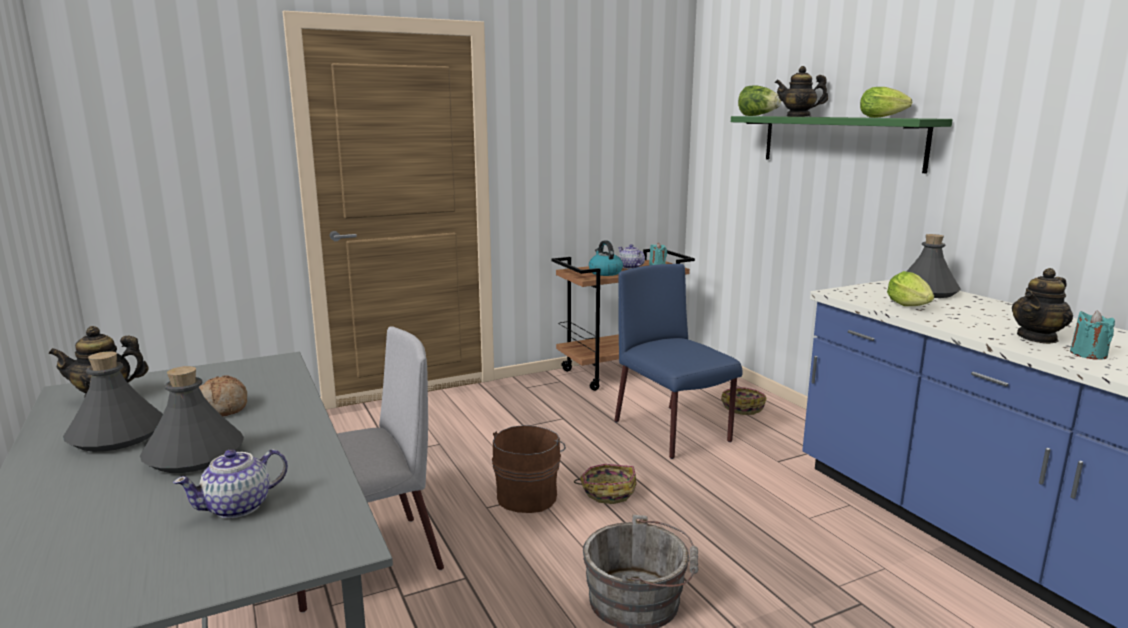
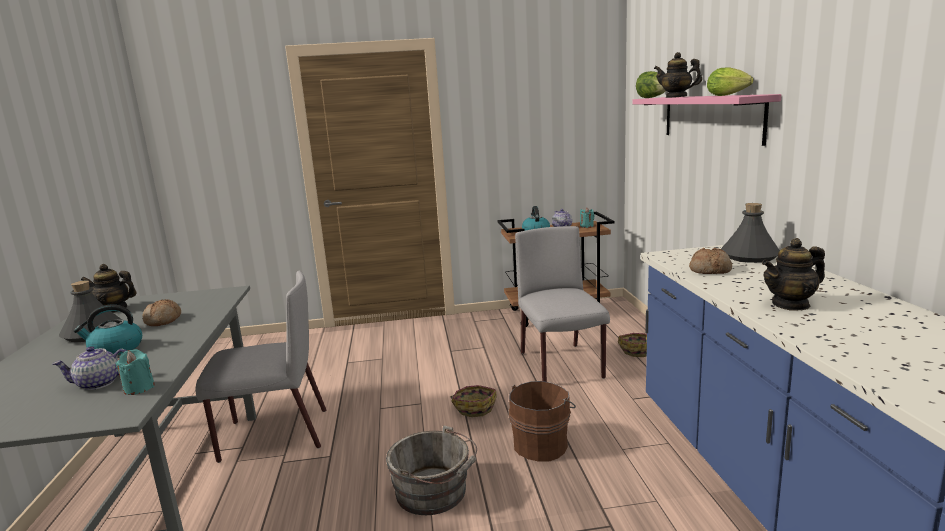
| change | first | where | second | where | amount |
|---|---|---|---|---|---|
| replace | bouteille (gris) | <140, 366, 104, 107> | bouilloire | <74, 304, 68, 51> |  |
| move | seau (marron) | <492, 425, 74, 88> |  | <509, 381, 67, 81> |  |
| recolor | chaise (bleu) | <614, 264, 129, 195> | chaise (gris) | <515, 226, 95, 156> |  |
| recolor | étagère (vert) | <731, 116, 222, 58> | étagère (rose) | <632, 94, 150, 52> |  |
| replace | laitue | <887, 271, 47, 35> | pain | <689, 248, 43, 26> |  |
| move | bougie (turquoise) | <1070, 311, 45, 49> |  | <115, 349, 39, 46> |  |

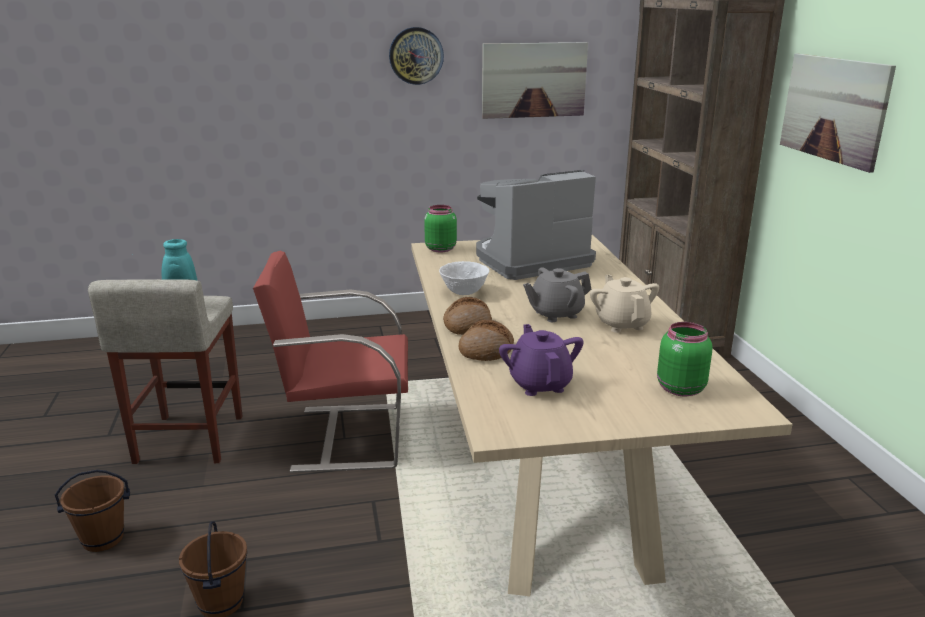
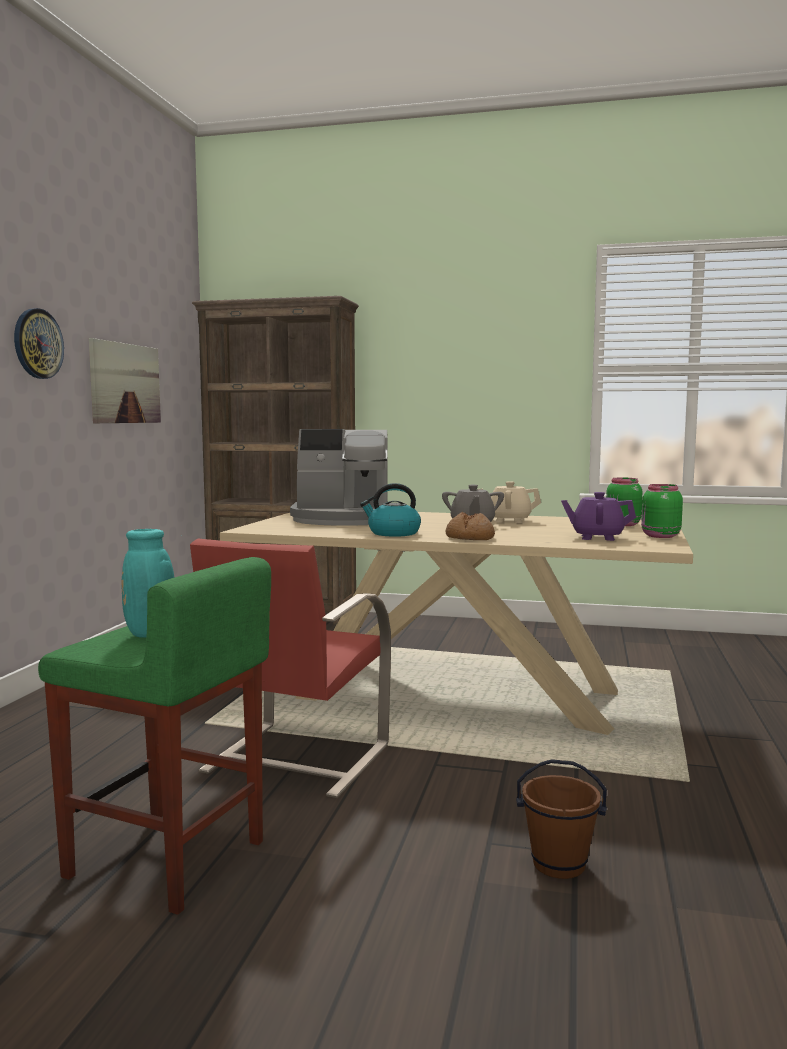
| change | first | where | second | where | amount |
|---|---|---|---|---|---|
| delete | seau (marron) | <55, 469, 75, 83> |  |  |  |
| recolor | tabouret (beige) | <88, 279, 155, 185> | tabouret (vert) | <38, 557, 233, 358> |  |
| move | bocal (vert) | <424, 205, 33, 47> |  | <641, 484, 42, 54> |  |
| replace | bol (blanc) | <439, 261, 50, 34> | bouilloire | <360, 483, 61, 54> |  |
| delete | pain | <458, 320, 56, 41> |  |  |  |
| rotate | machine à café | <476, 170, 120, 110> |  | <290, 429, 98, 97> | 90 degrees counterclockwise |
| delete | tableau | <780, 54, 116, 119> |  |  |  |

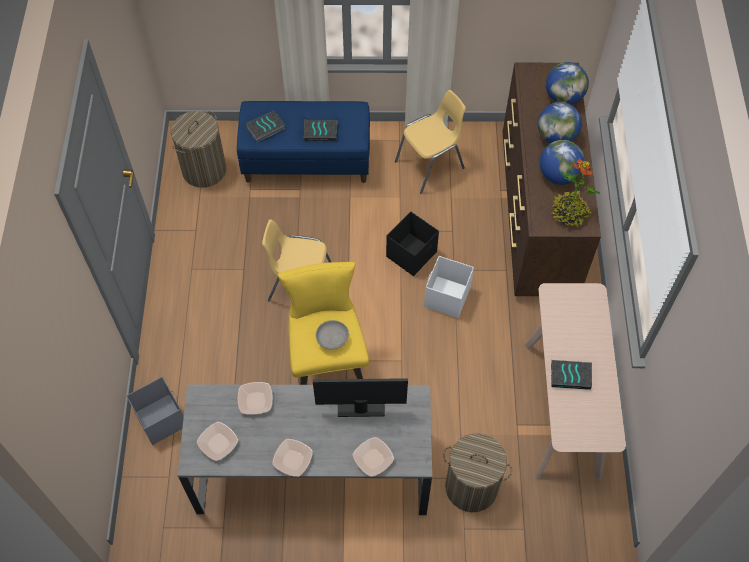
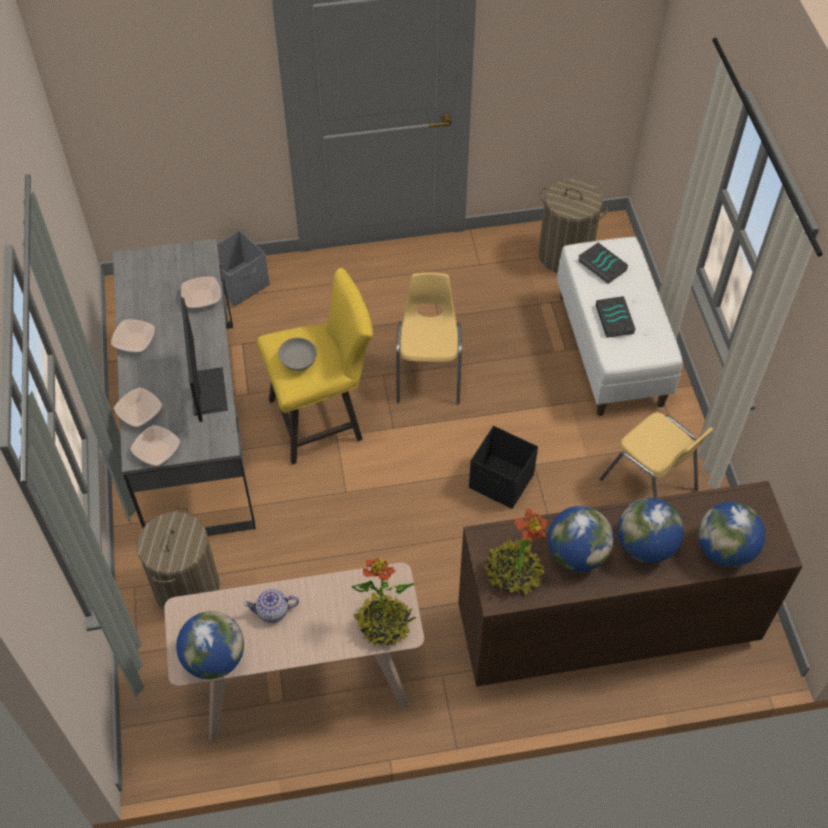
| change | first | where | second | where | amount |
|---|---|---|---|---|---|
| move | bol | <197, 422, 41, 39> |  | <130, 425, 50, 41> |  |
| recolor | banc (bleu) | <237, 101, 133, 82> | banc (blanc) | <557, 237, 126, 179> |  |
| delete | boîte de rangement (blanc) | <424, 256, 50, 62> |  |  |  |
| replace | livre | <551, 360, 41, 30> | théière | <244, 589, 55, 34> |  |
| insert |  |  | globe | <176, 611, 68, 68> |  |
| insert |  |  | plante en pot | <352, 558, 65, 88> |  |

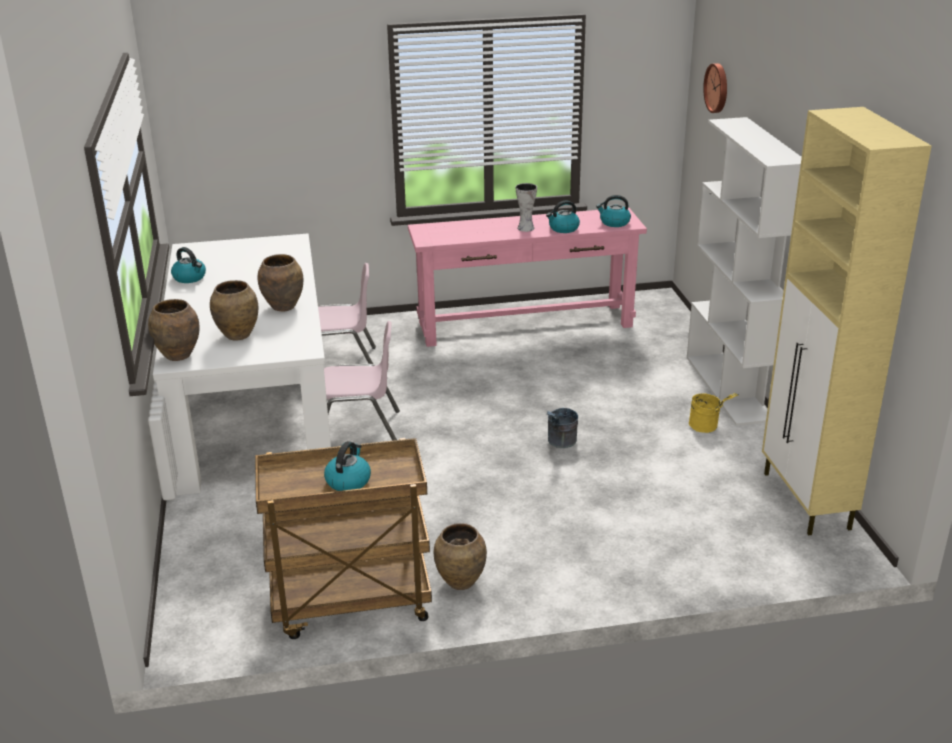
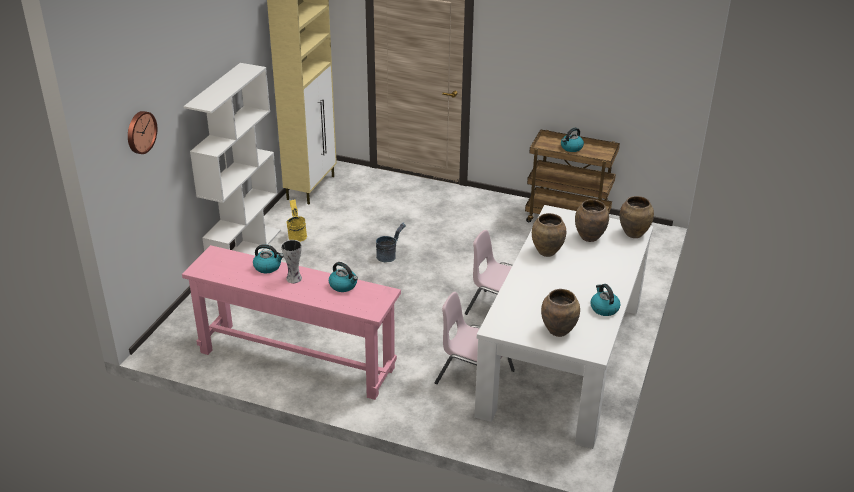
| change | first | where | second | where | amount |
|---|---|---|---|---|---|
| move | vase (marron) | <434, 523, 53, 67> |  | <541, 289, 39, 48> |  |
| move | bouilloire | <596, 195, 35, 32> |  | <329, 262, 29, 30> |  |

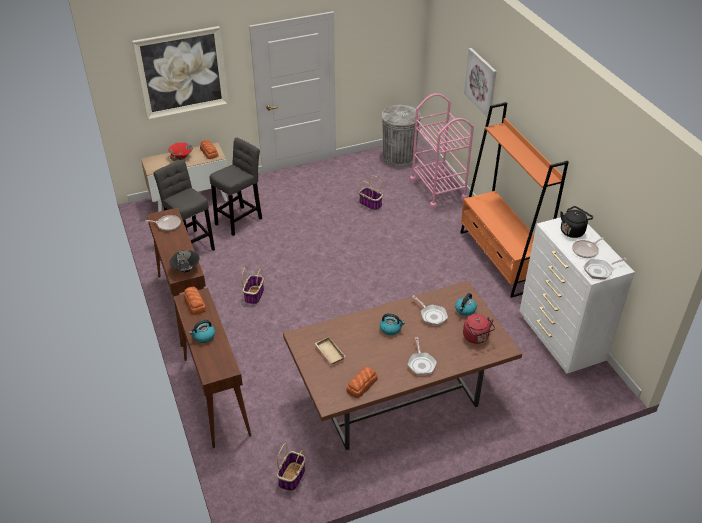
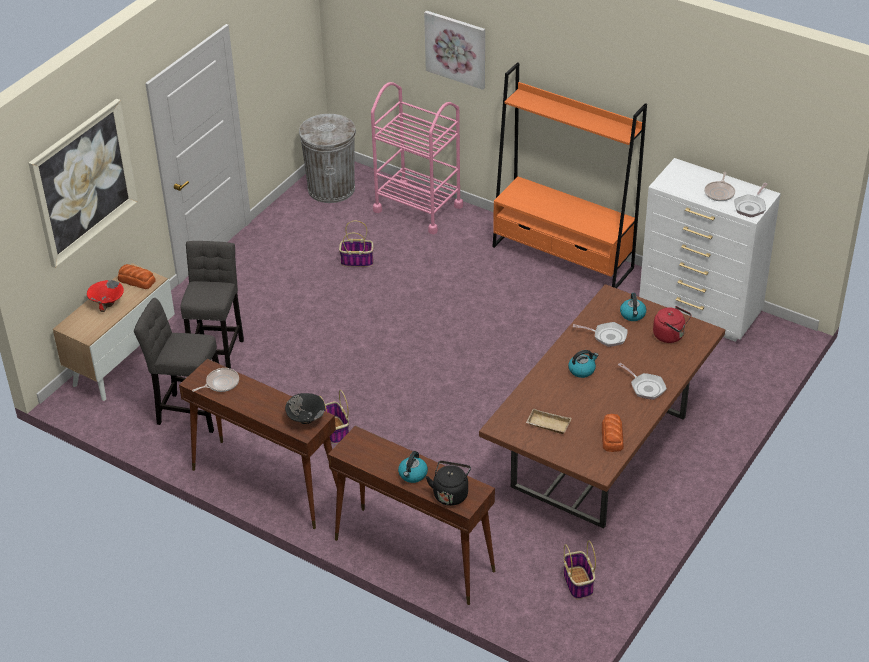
| change | first | where | second | where | amount |
|---|---|---|---|---|---|
| delete | pain | <184, 287, 22, 28> |  |  |  |
| move | bouilloire (noir) | <560, 206, 34, 32> |  | <426, 461, 45, 45> |  |

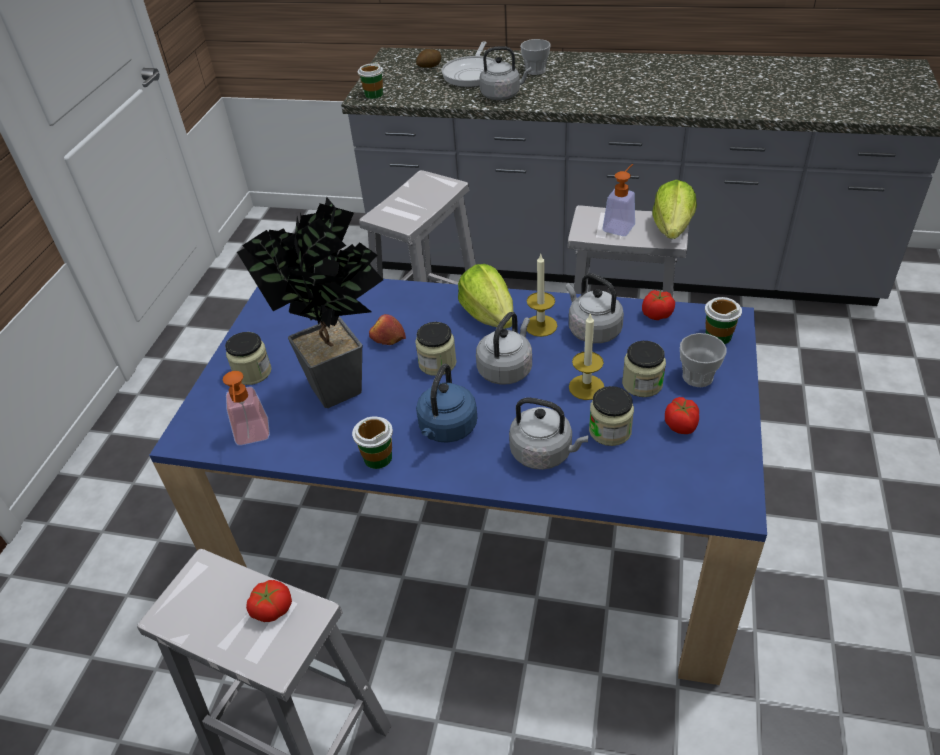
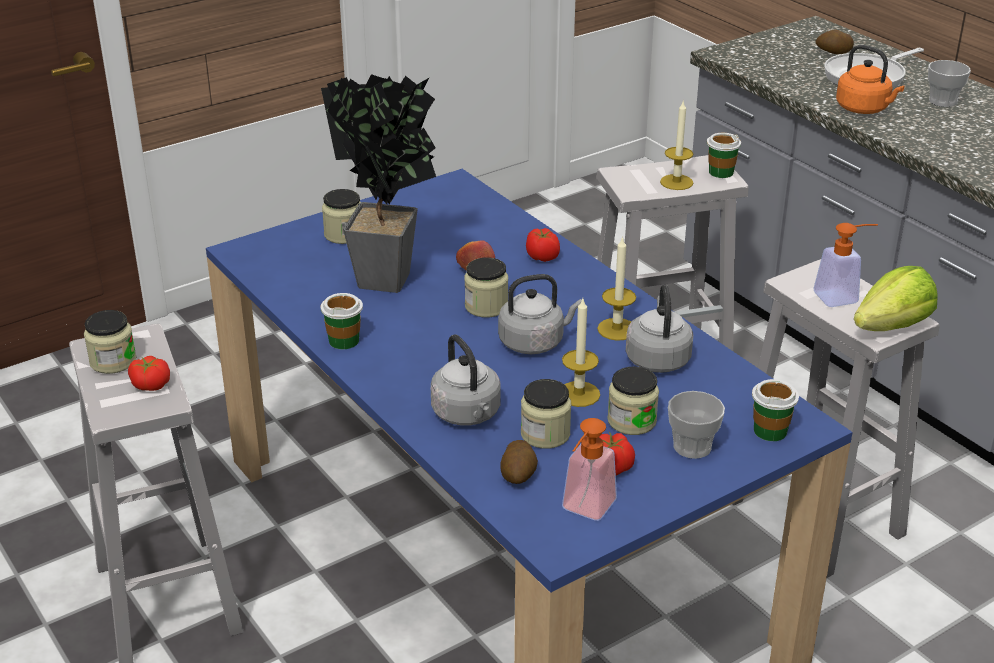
| change | first | where | second | where | amount |
|---|---|---|---|---|---|
| move | distributeur de savon | <223, 371, 47, 75> |  | <562, 418, 55, 103> |  |
| move | tasse | <358, 62, 25, 37> |  | <707, 133, 34, 45> |  |
| delete | bouilloire (bleu) | <416, 364, 61, 79> |  |  |  |
| delete | laitue | <458, 264, 55, 65> |  |  |  |
| recolor | bouilloire (gris) | <479, 46, 53, 54> | bouilloire (orange) | <836, 45, 69, 69> |  |
| move | tomate | <642, 290, 33, 30> |  | <526, 228, 34, 34> |  |
| insert |  |  | bocal | <84, 310, 52, 64> |  |
| insert |  |  | pomme de terre | <500, 440, 38, 44> |  |
| insert |  |  | bougie | <660, 100, 33, 90> |  |

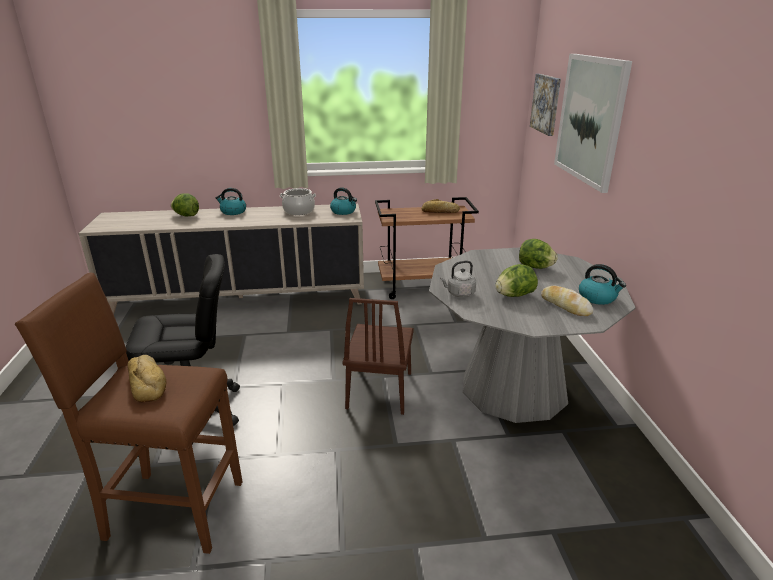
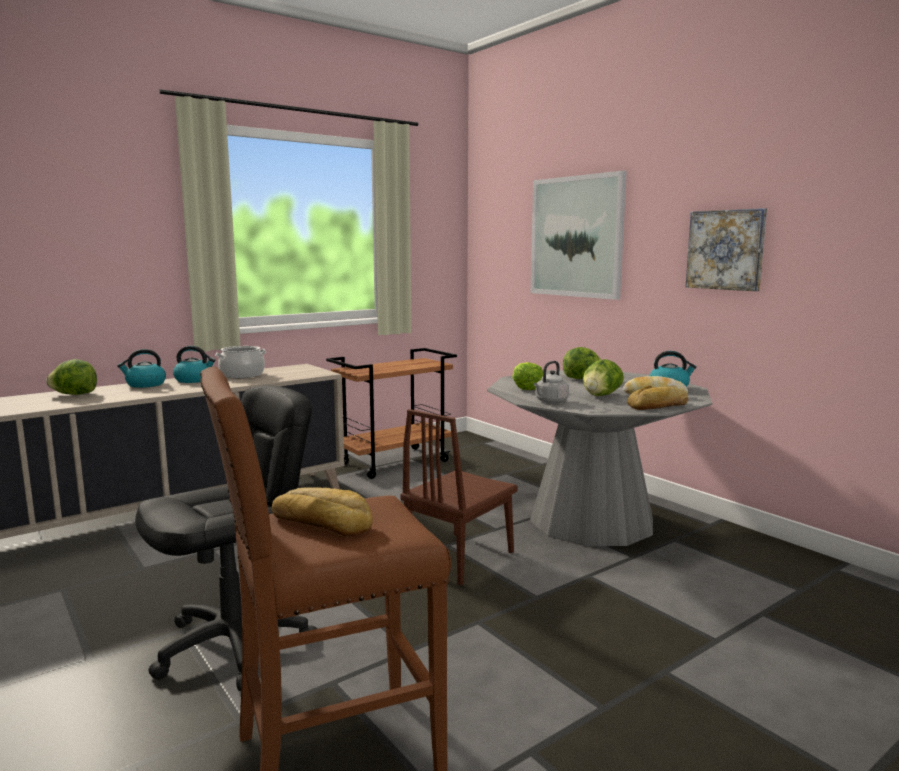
| change | first | where | second | where | amount |
|---|---|---|---|---|---|
| move | bouilloire | <330, 187, 27, 28> |  | <173, 346, 43, 37> |  |
| rotate | chaise (marron) | <343, 298, 71, 117> |  | <400, 409, 118, 177> | 60 degrees clockwise |
| move | pain | <422, 199, 38, 14> |  | <627, 385, 61, 25> |  |
| move | tableau | <530, 74, 31, 62> |  | <686, 208, 81, 83> |  |
| insert |  |  | laitue | <512, 362, 31, 28> |  |

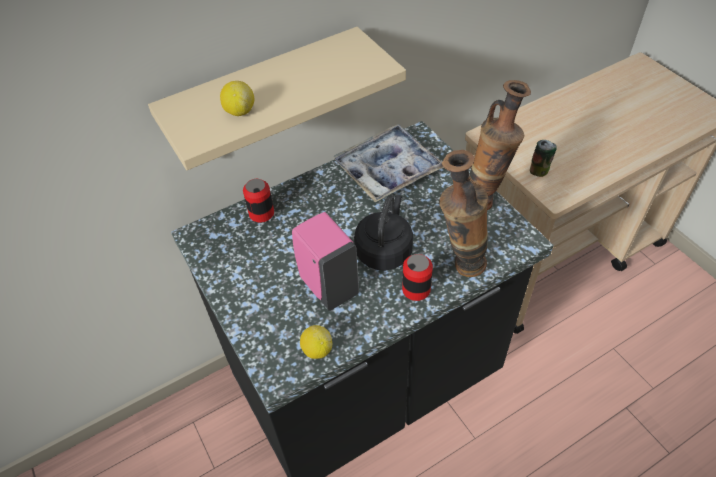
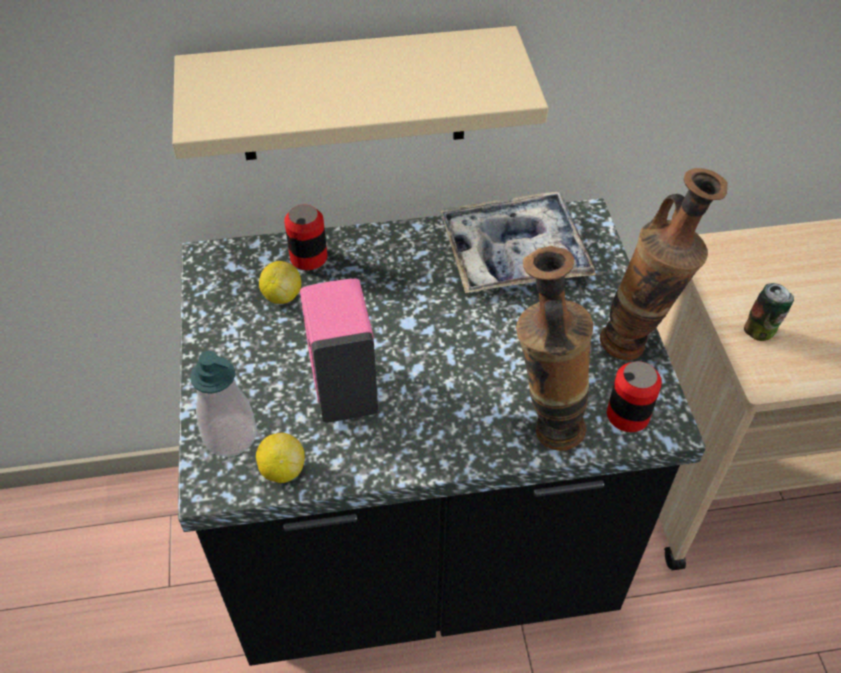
| change | first | where | second | where | amount |
|---|---|---|---|---|---|
| move | citron | <220, 81, 34, 35> |  | <259, 261, 42, 43> |  |
| delete | bouilloire (noir) | <354, 195, 59, 76> |  |  |  |
| move | boîte métallique | <402, 254, 31, 47> |  | <607, 361, 55, 71> |  |
| insert |  |  | distributeur de savon | <190, 351, 67, 106> |  |

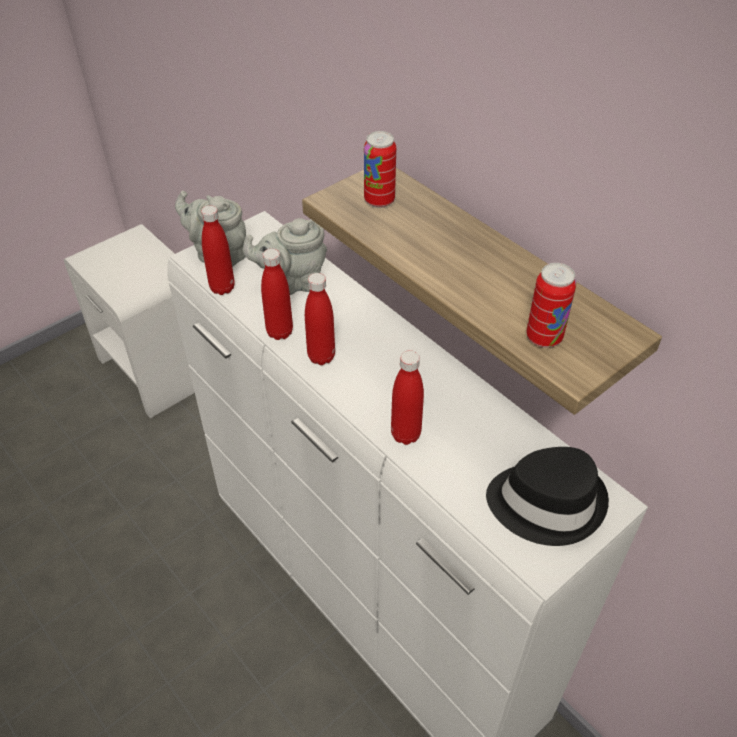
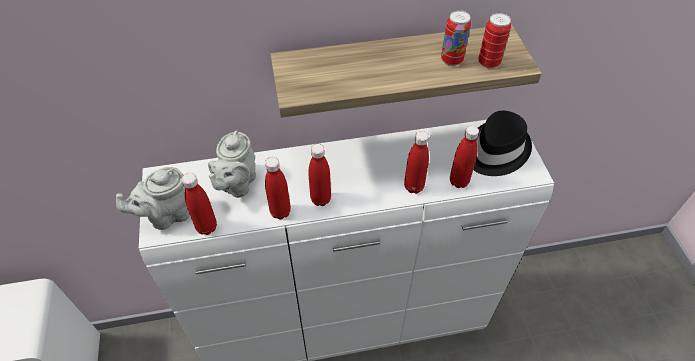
| change | first | where | second | where | amount |
|---|---|---|---|---|---|
| move | boîte métallique | <364, 131, 32, 77> |  | <441, 10, 30, 56> |  |
| insert |  |  | bouteille (rouge) | <450, 126, 29, 62> |  |

